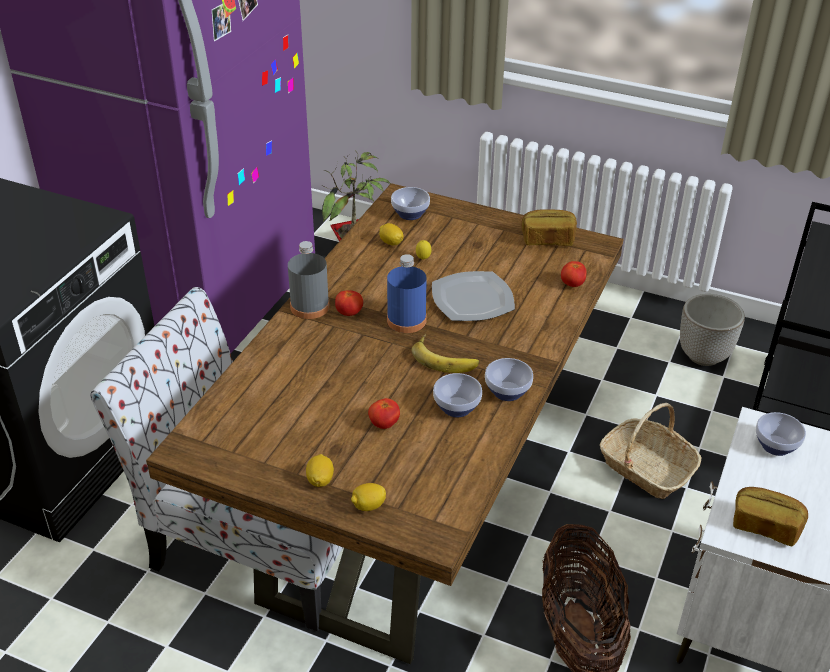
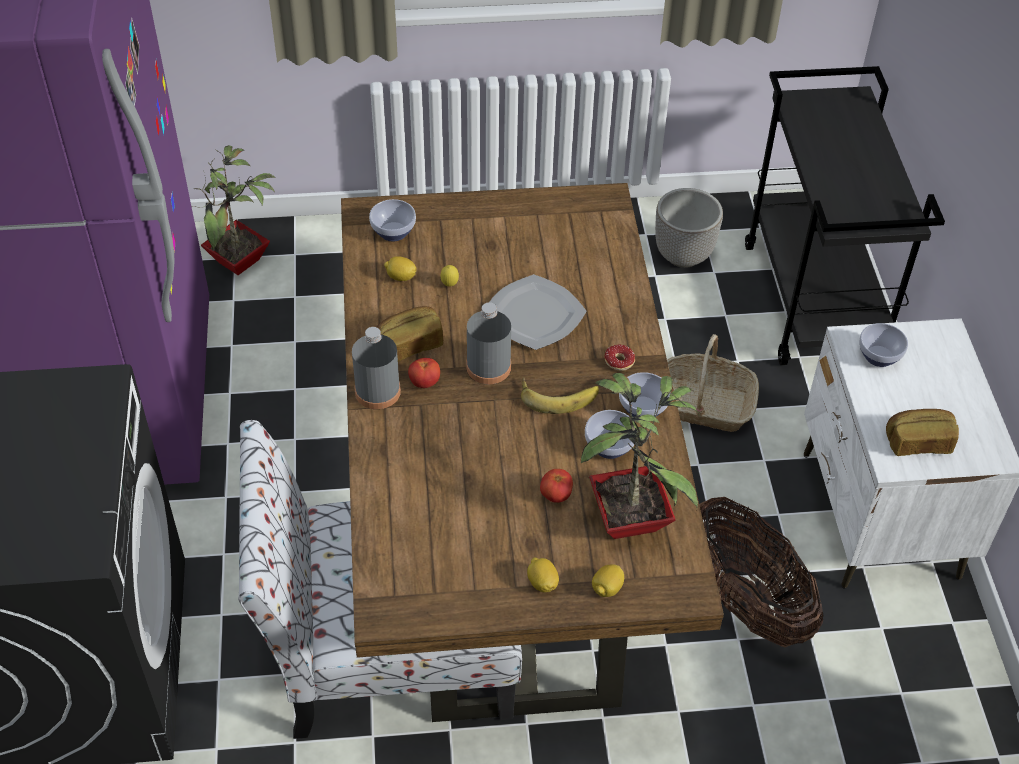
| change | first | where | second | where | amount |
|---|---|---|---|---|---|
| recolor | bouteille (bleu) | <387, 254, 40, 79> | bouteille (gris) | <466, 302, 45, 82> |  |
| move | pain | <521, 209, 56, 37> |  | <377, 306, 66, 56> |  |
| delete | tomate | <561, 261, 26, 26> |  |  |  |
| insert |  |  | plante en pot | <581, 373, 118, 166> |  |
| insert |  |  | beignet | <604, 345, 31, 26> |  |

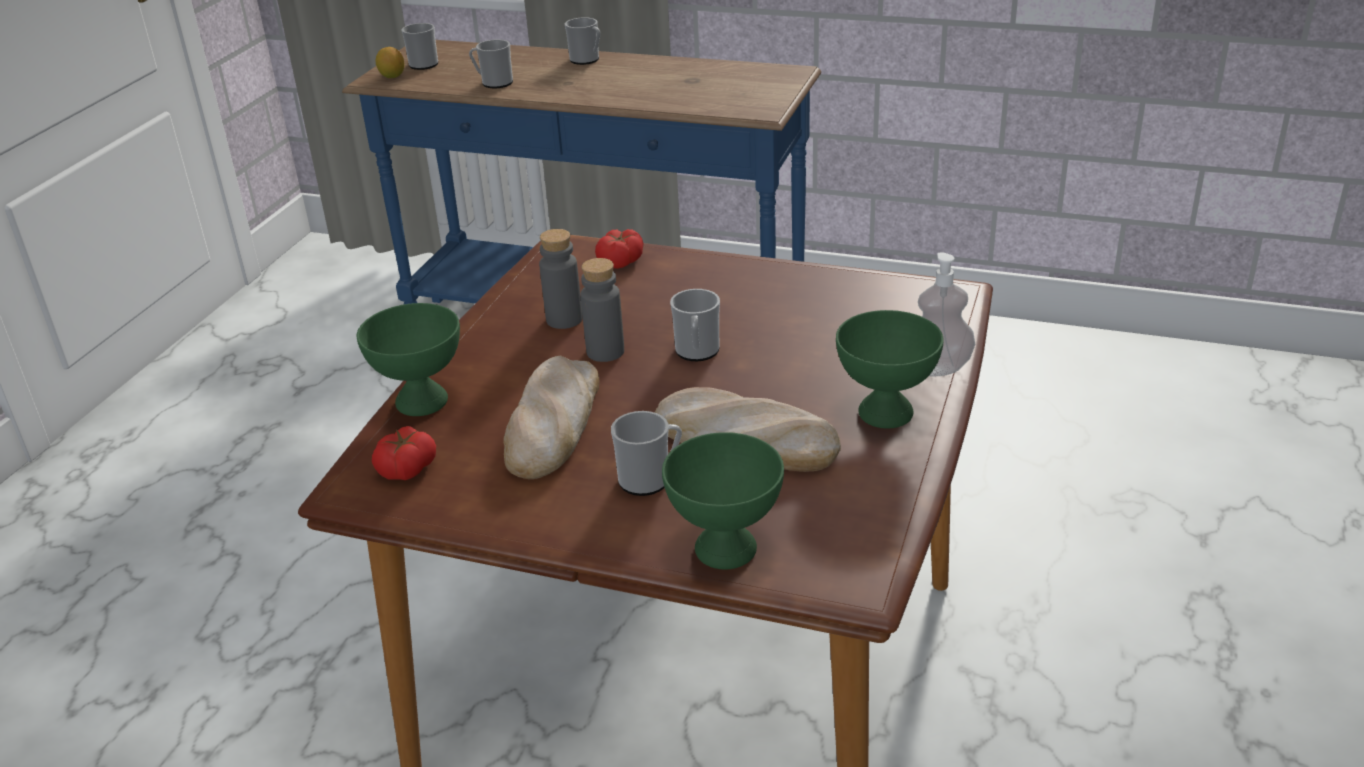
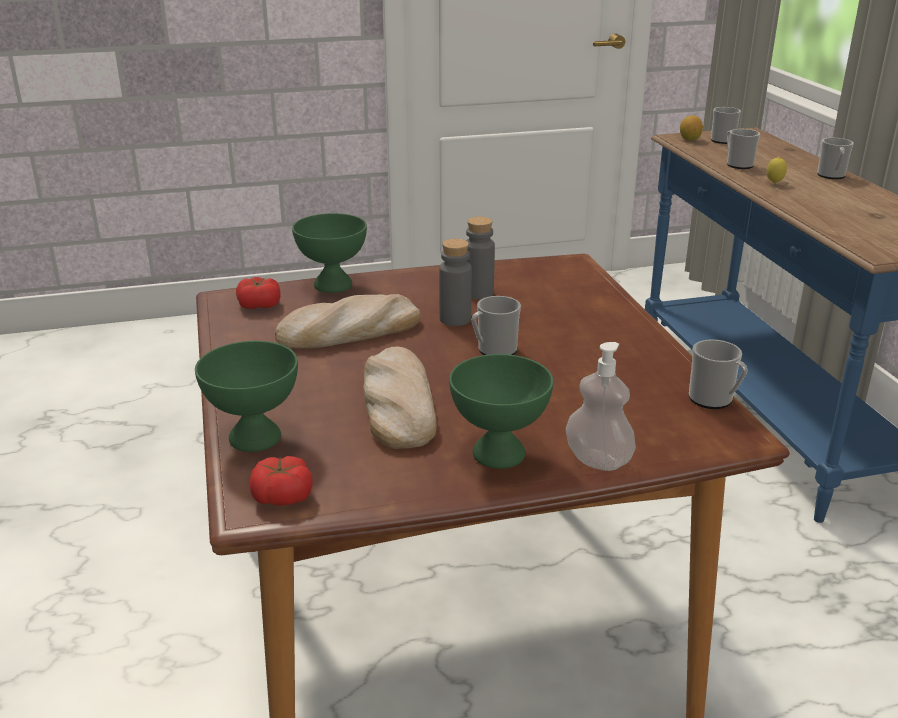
| change | first | where | second | where | amount |
|---|---|---|---|---|---|
| move | tomate | <595, 229, 49, 40> |  | <249, 456, 64, 50> |  |
| move | mug | <611, 411, 71, 85> |  | <689, 339, 59, 70> |  |
| insert |  |  | citron | <767, 157, 20, 26> |  |

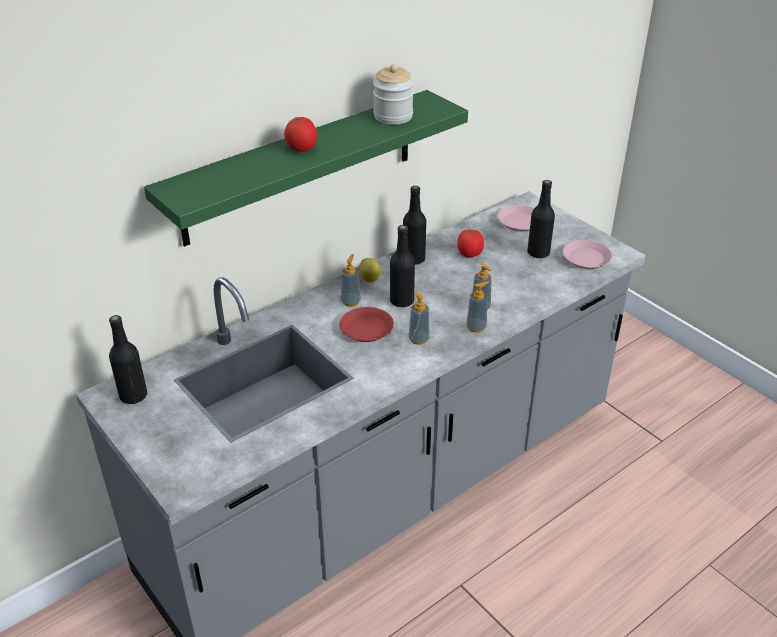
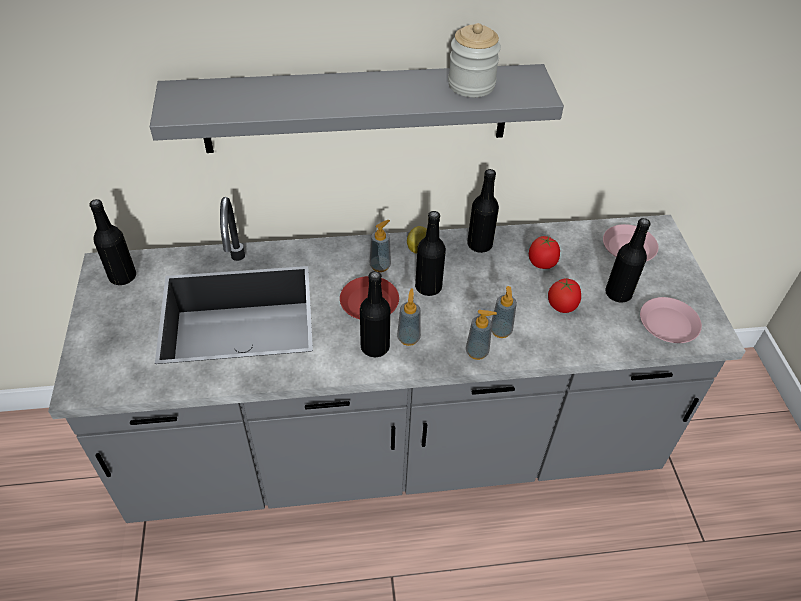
| change | first | where | second | where | amount |
|---|---|---|---|---|---|
| recolor | étagère (vert) | <144, 90, 324, 156> | étagère (gris) | <150, 64, 414, 89> |  |
| move | tomate | <284, 116, 33, 36> |  | <548, 278, 33, 35> |  |
| insert |  |  | bouteille (noir) | <360, 271, 30, 86> |  |

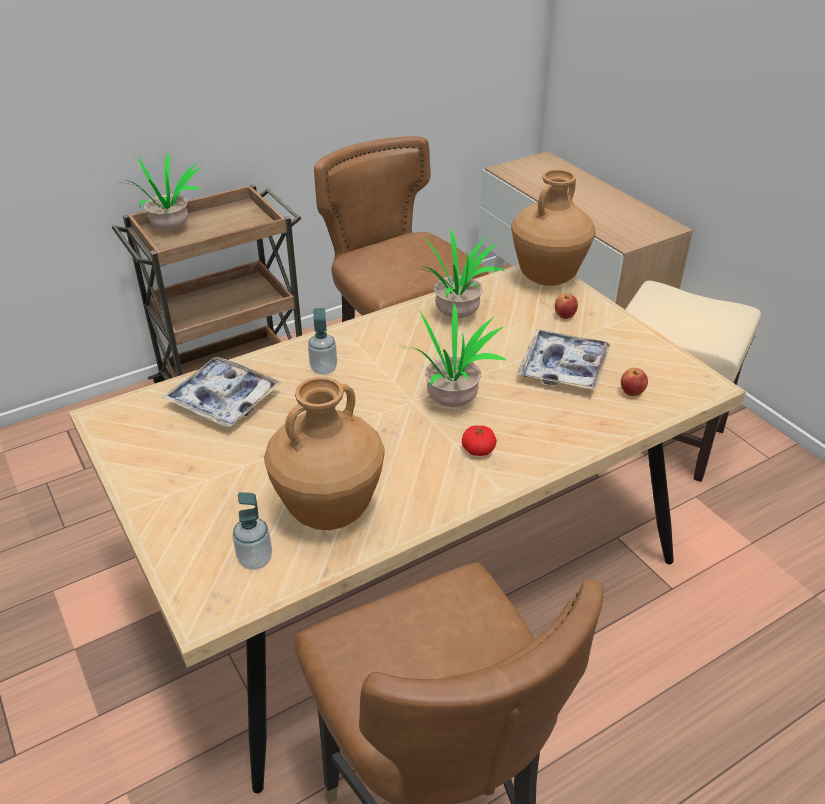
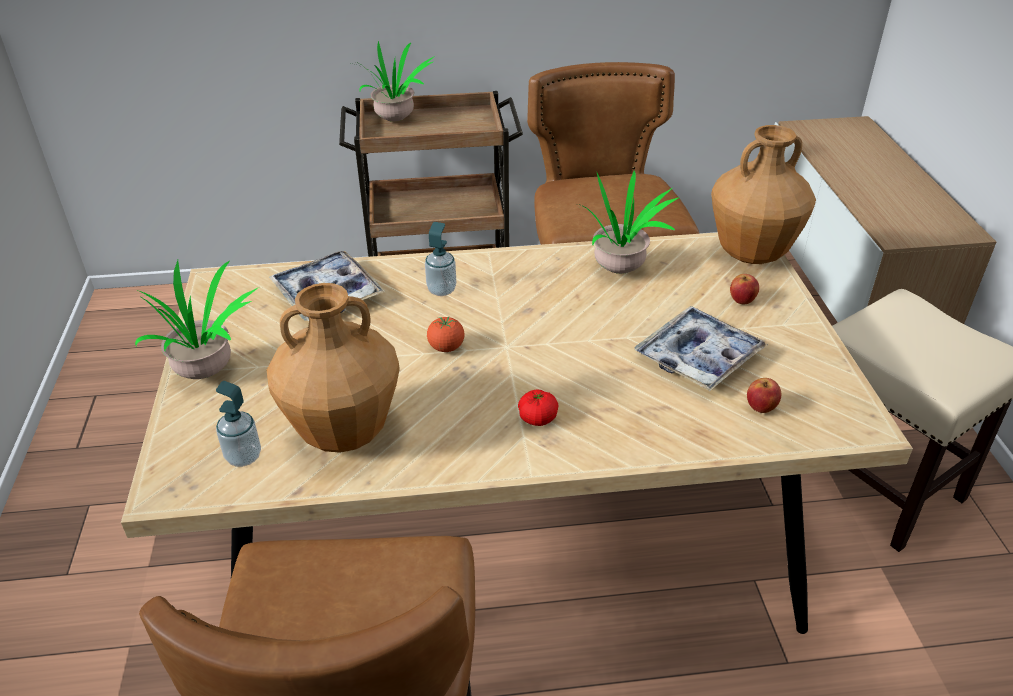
| change | first | where | second | where | amount |
|---|---|---|---|---|---|
| move | plante en pot | <391, 303, 115, 104> |  | <135, 260, 124, 119> |  |
| insert |  |  | tomate | <427, 317, 37, 35> |  |

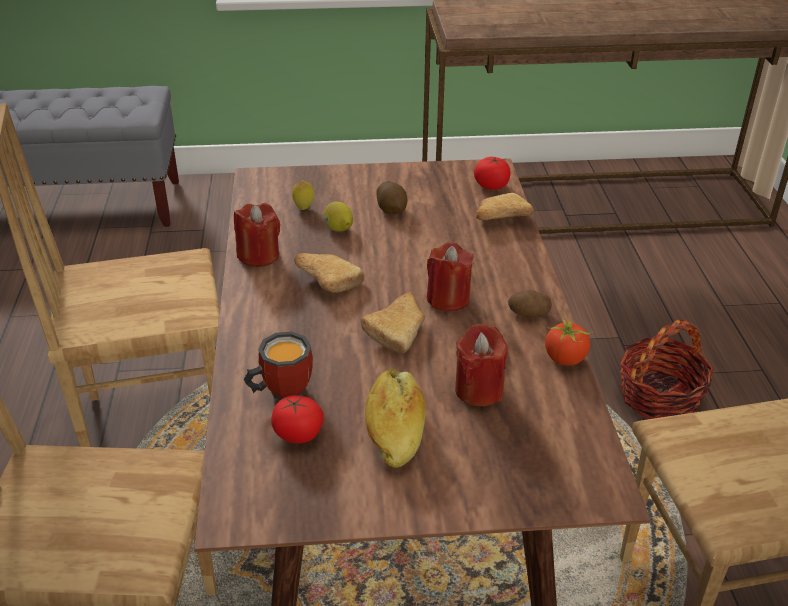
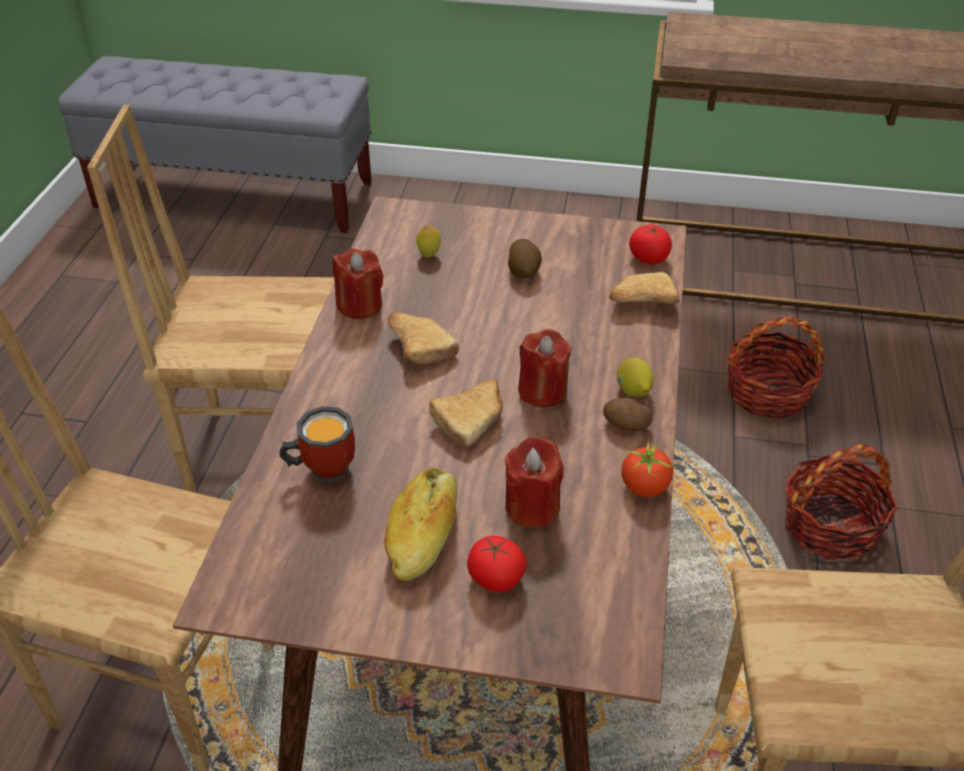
| change | first | where | second | where | amount |
|---|---|---|---|---|---|
| move | tomate | <271, 395, 53, 49> |  | <467, 536, 60, 56> |  |
| move | citron | <324, 201, 29, 31> |  | <617, 358, 36, 39> |  |
| insert |  |  | panier | <727, 316, 99, 103> |  |

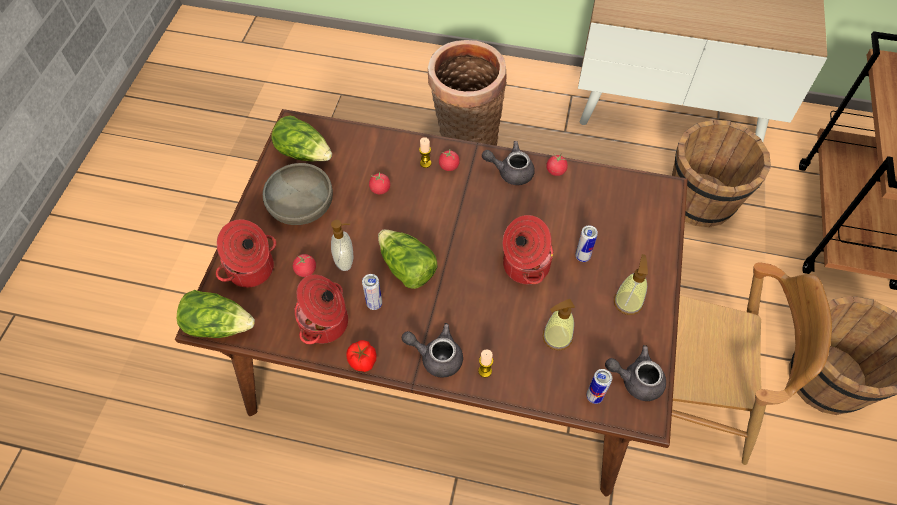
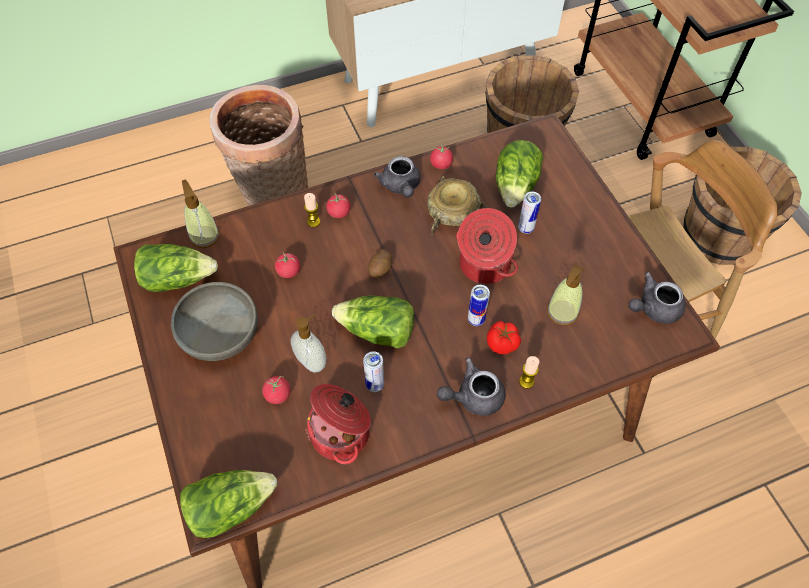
| change | first | where | second | where | amount |
|---|---|---|---|---|---|
| delete | marmite | <216, 219, 60, 69> |  |  |  |
| move | tomate | <346, 340, 30, 32> |  | <487, 321, 34, 33> |  |
| rotate | théière (gris) | <482, 141, 53, 44> |  | <374, 156, 46, 41> | 75 degrees counterclockwise |
| move | boîte métallique | <586, 369, 26, 35> |  | <468, 285, 22, 41> |  |
| move | distributeur de savon | <614, 254, 34, 61> |  | <182, 179, 38, 69> |  |
| insert |  |  | pomme de terre | <368, 249, 24, 29> |  |
| insert |  |  | bol (beige) | <427, 176, 62, 60> |  |
| insert |  |  | laitue | <496, 140, 47, 67> |  |

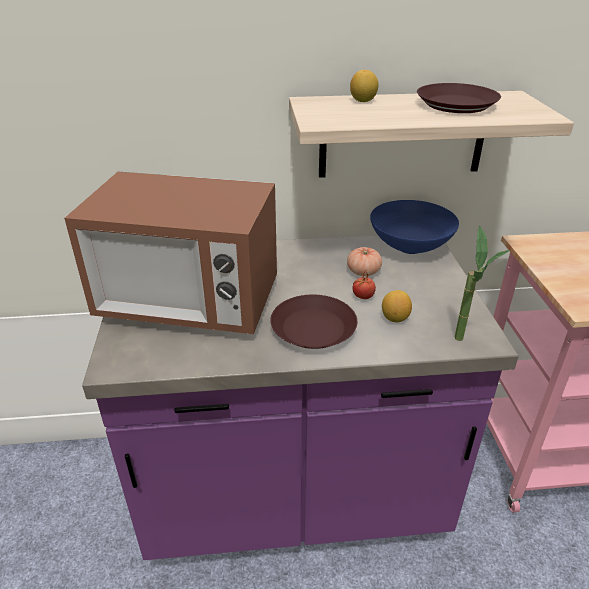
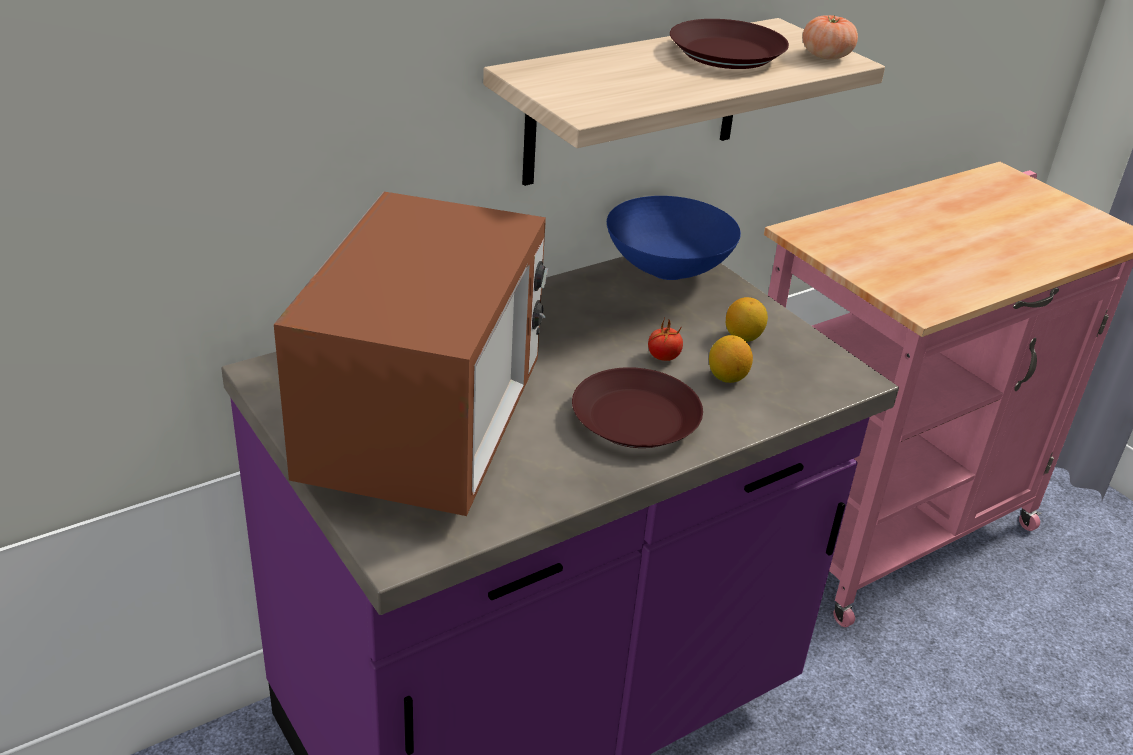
| change | first | where | second | where | amount |
|---|---|---|---|---|---|
| rotate | micro-ondes | <64, 172, 213, 162> |  | <274, 192, 274, 324> | 60 degrees counterclockwise |
| move | tomate | <347, 247, 35, 29> |  | <802, 15, 56, 45> |  |
| move | citron | <350, 70, 29, 32> |  | <726, 297, 42, 45> |  |
| delete | plante en pot | <454, 226, 56, 115> |  |  |  |

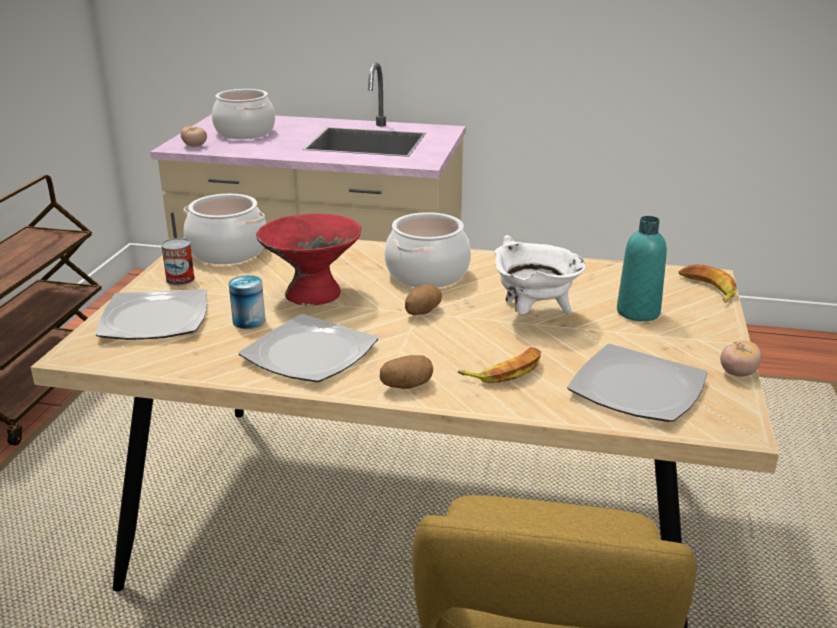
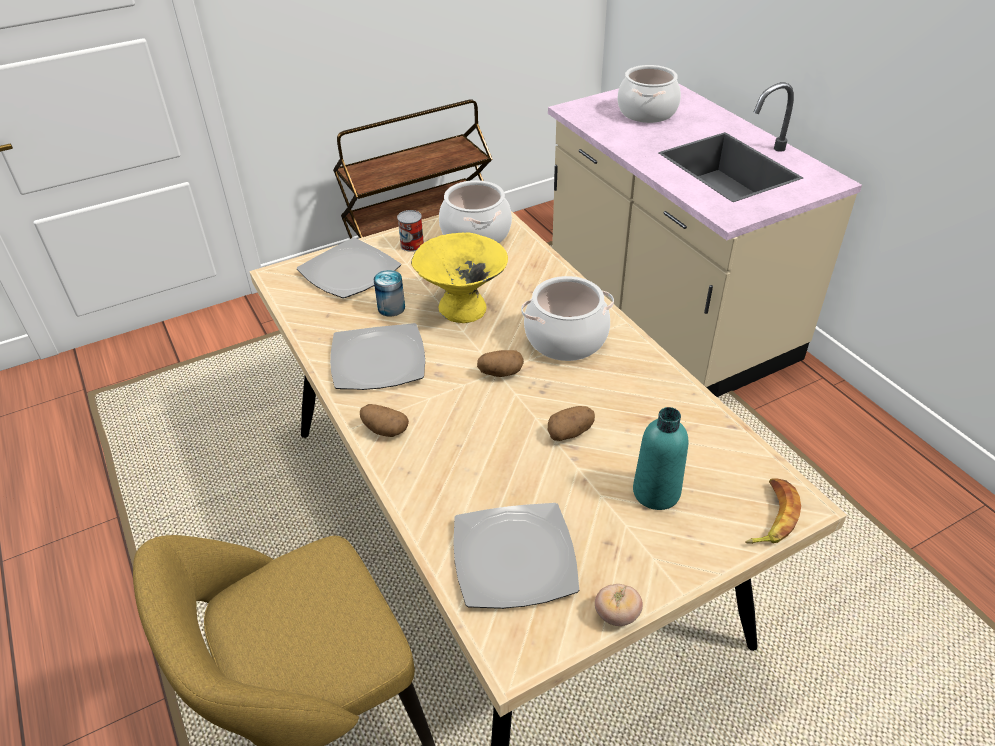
| change | first | where | second | where | amount |
|---|---|---|---|---|---|
| delete | tomate | <181, 126, 26, 21> |  |  |  |
| recolor | bol (rouge) | <256, 213, 105, 93> | bol (jaune) | <411, 233, 97, 90> |  |
| delete | banane | <458, 348, 83, 35> |  |  |  |
| replace | marmite (blanc) | <495, 235, 91, 80> | pomme de terre | <548, 406, 47, 35> |  |

